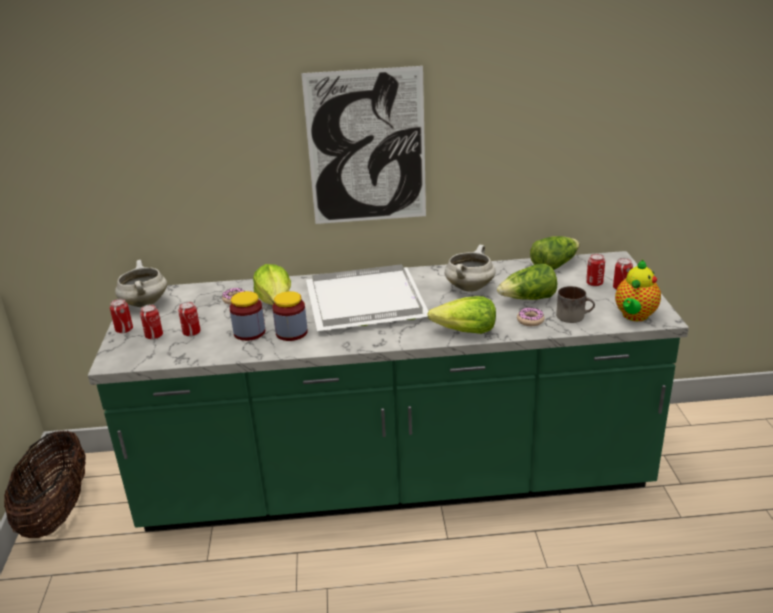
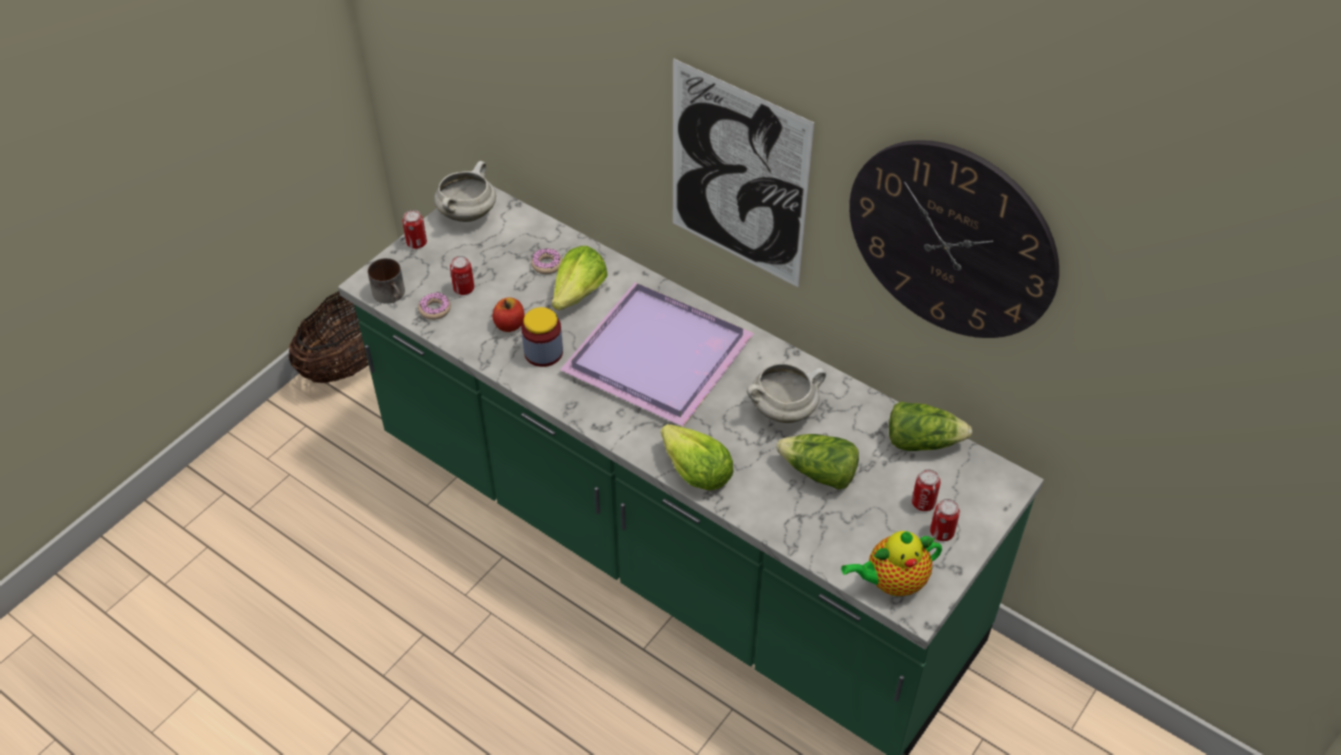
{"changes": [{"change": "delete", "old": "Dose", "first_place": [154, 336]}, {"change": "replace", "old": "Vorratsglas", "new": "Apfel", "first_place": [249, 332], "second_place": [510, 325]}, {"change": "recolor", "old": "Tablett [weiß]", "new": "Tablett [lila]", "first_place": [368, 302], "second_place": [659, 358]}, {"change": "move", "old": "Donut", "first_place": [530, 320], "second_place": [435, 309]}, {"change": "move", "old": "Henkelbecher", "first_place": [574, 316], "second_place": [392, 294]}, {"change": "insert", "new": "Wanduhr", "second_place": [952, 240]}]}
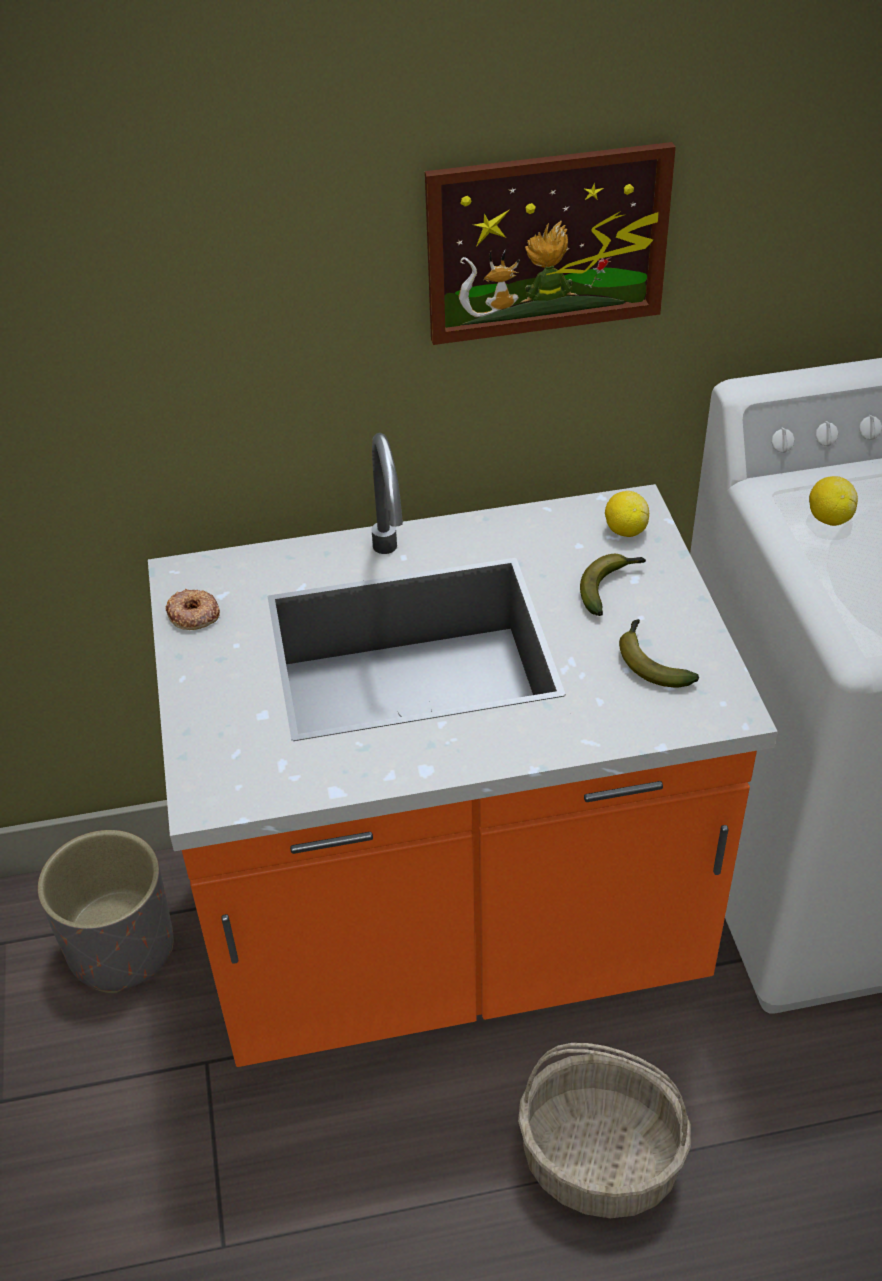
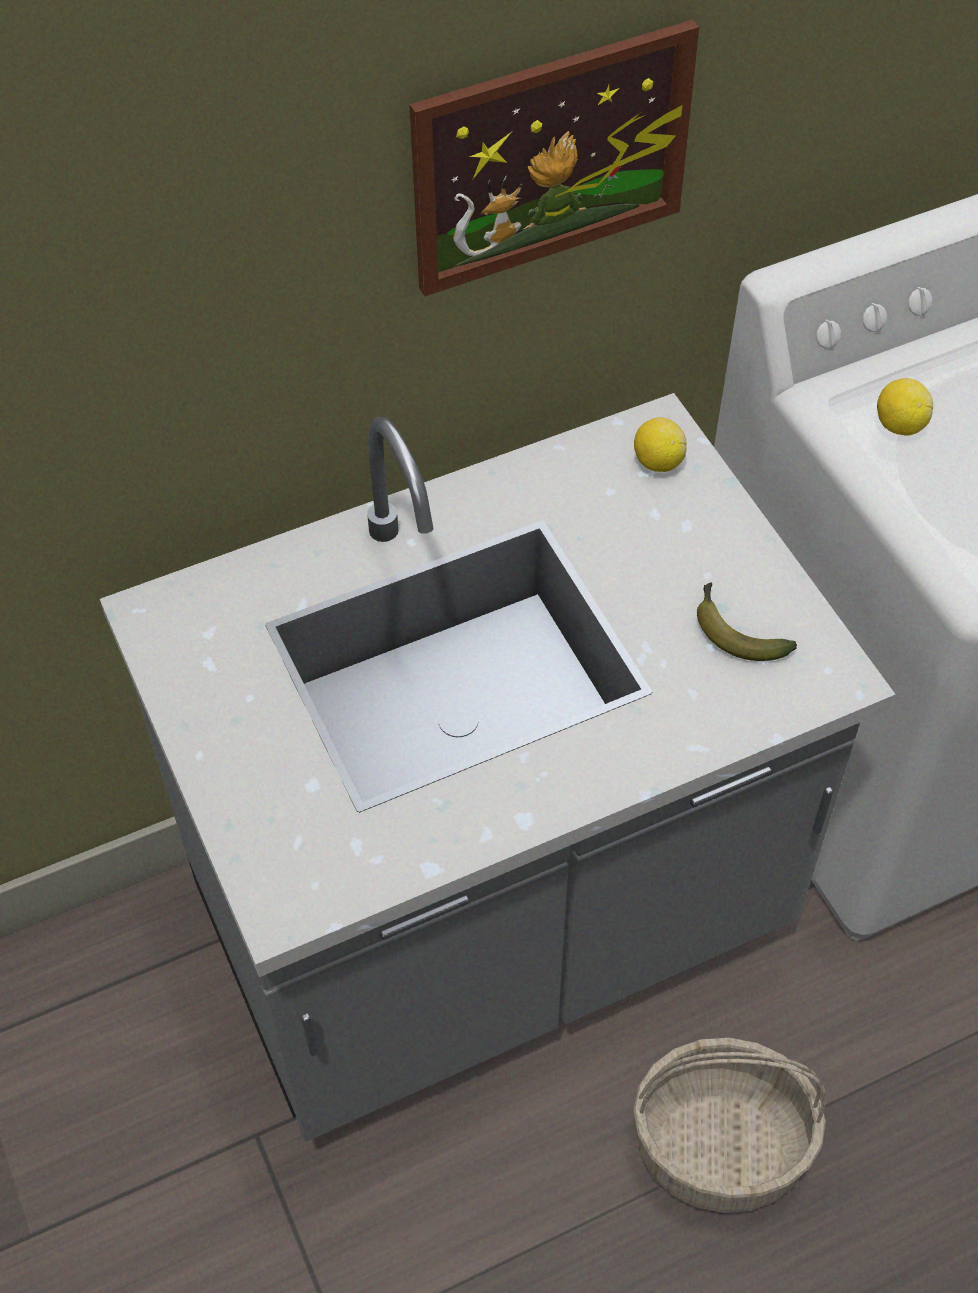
{"changes": [{"change": "delete", "old": "Pflanzkübel [grau]", "first_place": [121, 948]}, {"change": "recolor", "old": "Küchenzeile [orange]", "new": "Küchenzeile [grau]", "first_place": [452, 933], "second_place": [492, 921]}, {"change": "delete", "old": "Donut", "first_place": [193, 614]}, {"change": "delete", "old": "Banane", "first_place": [610, 587]}]}
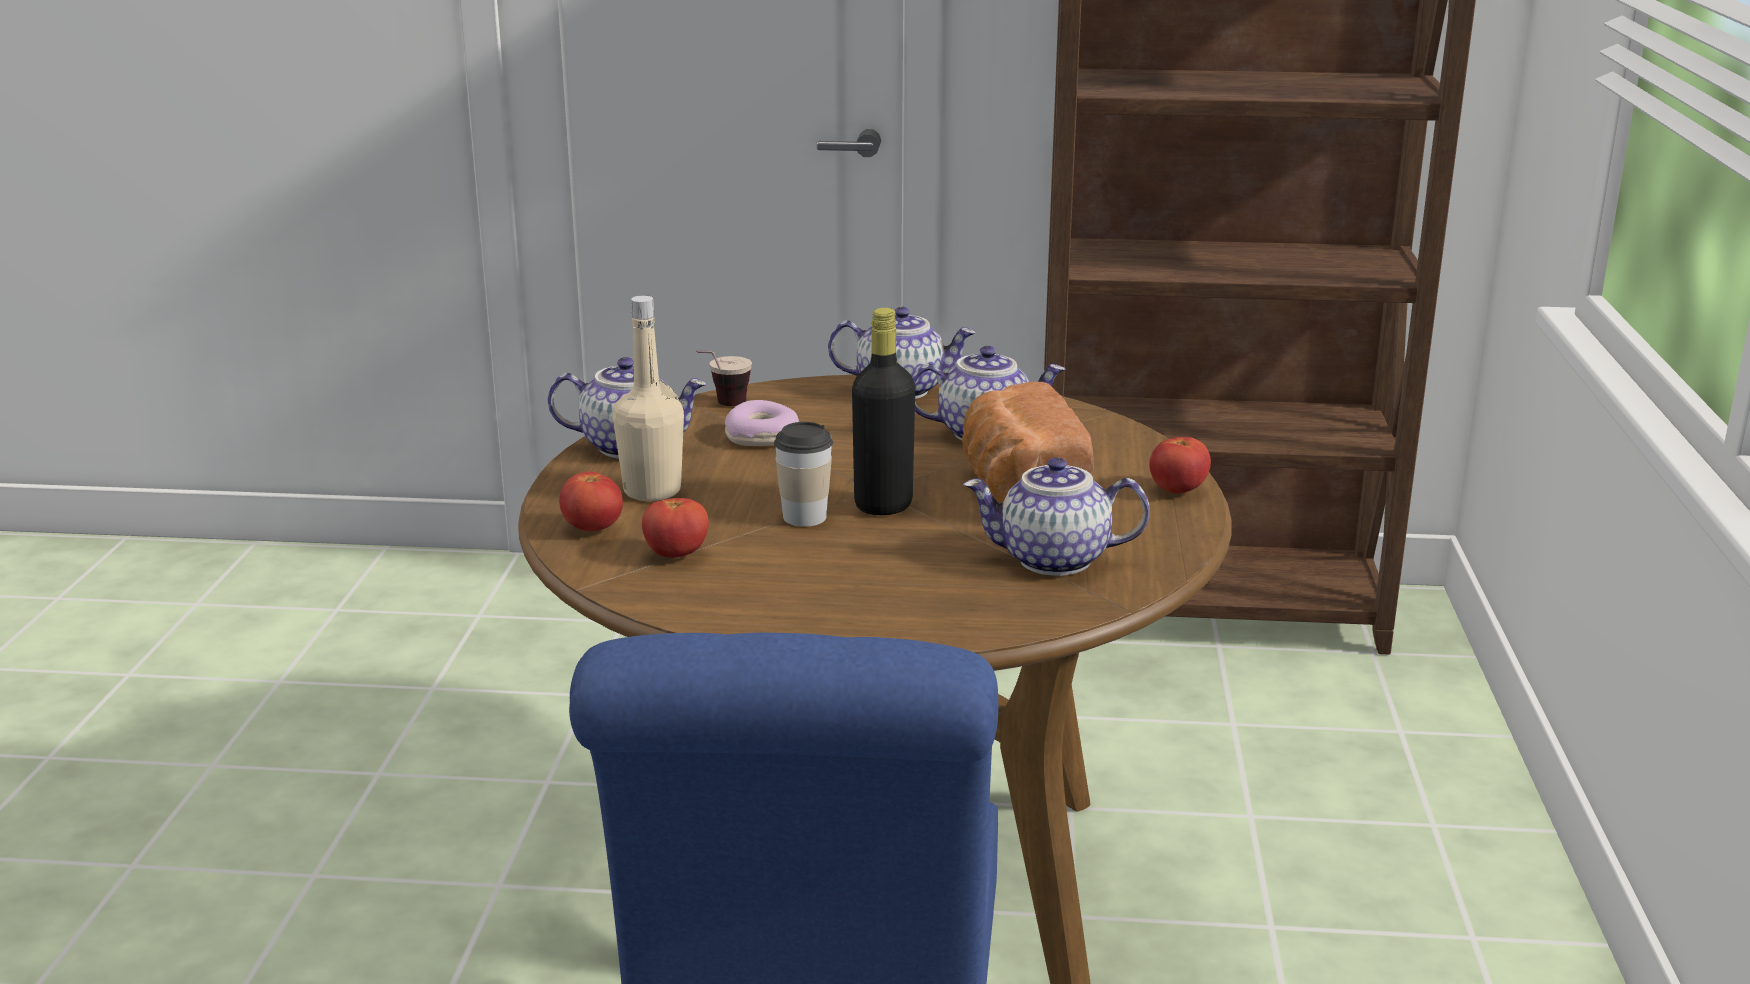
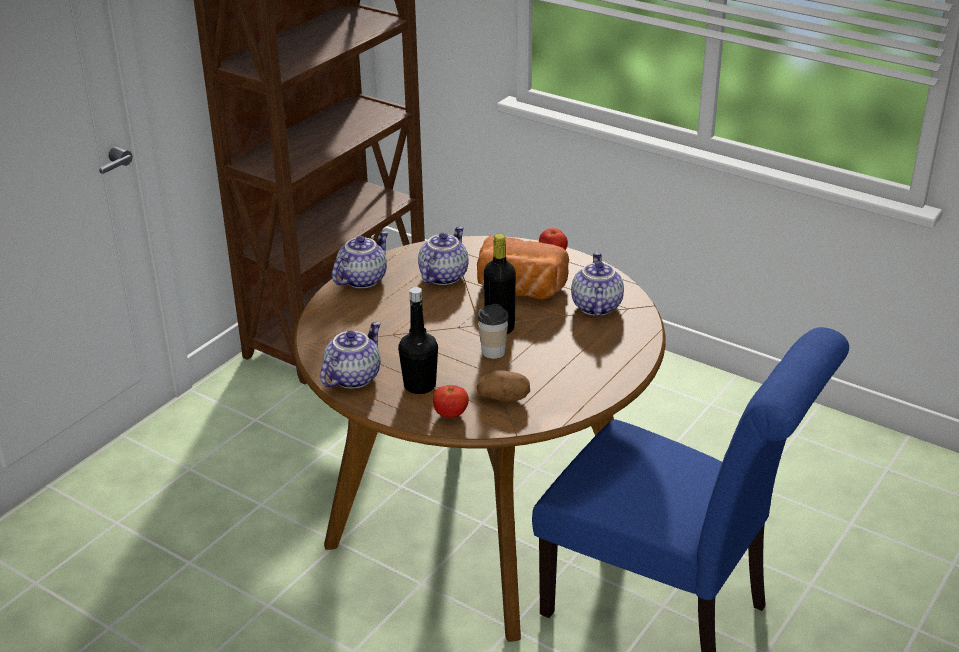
{"changes": [{"change": "recolor", "old": "Flasche [beige]", "new": "Flasche [schwarz]", "first_place": [652, 491], "second_place": [420, 385]}, {"change": "replace", "old": "Tomate", "new": "Kartoffel", "first_place": [677, 555], "second_place": [504, 398]}, {"change": "delete", "old": "Tasse", "first_place": [722, 407]}, {"change": "delete", "old": "Donut", "first_place": [762, 437]}, {"change": "rotate", "old": "Teekanne", "first_place": [1053, 561], "second_place": [595, 306], "degrees": 150}]}
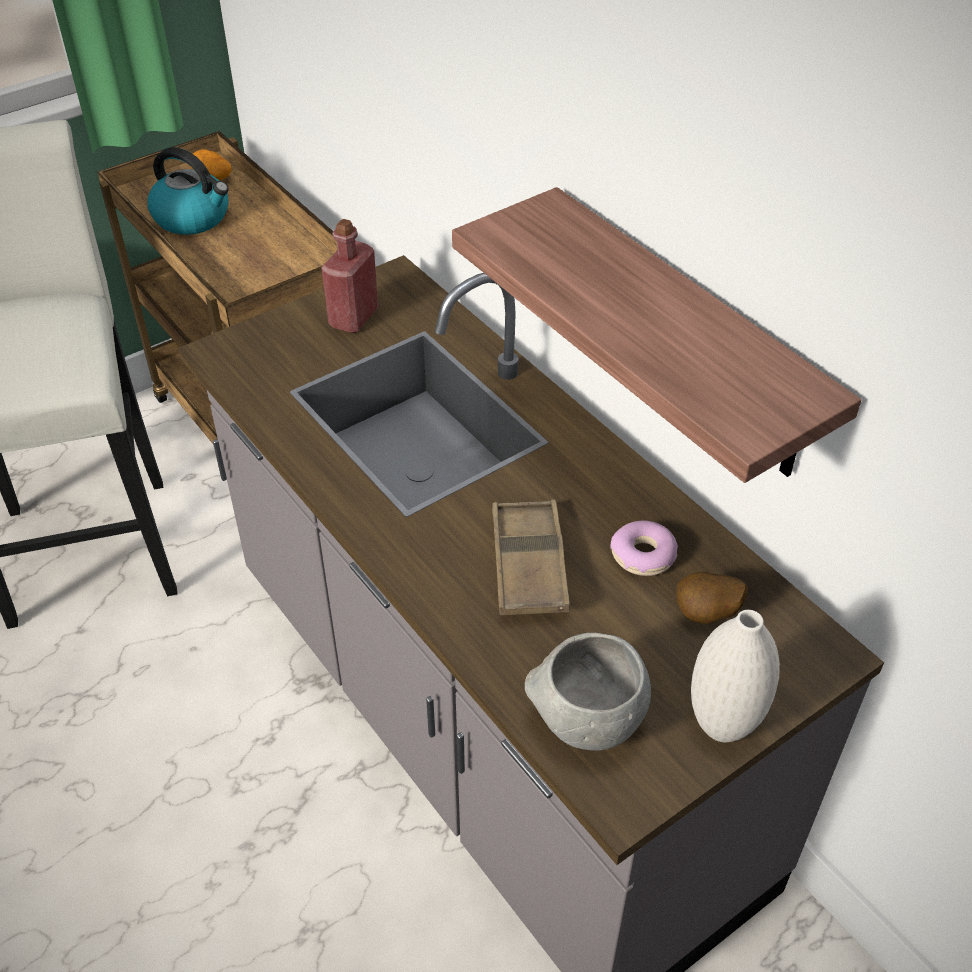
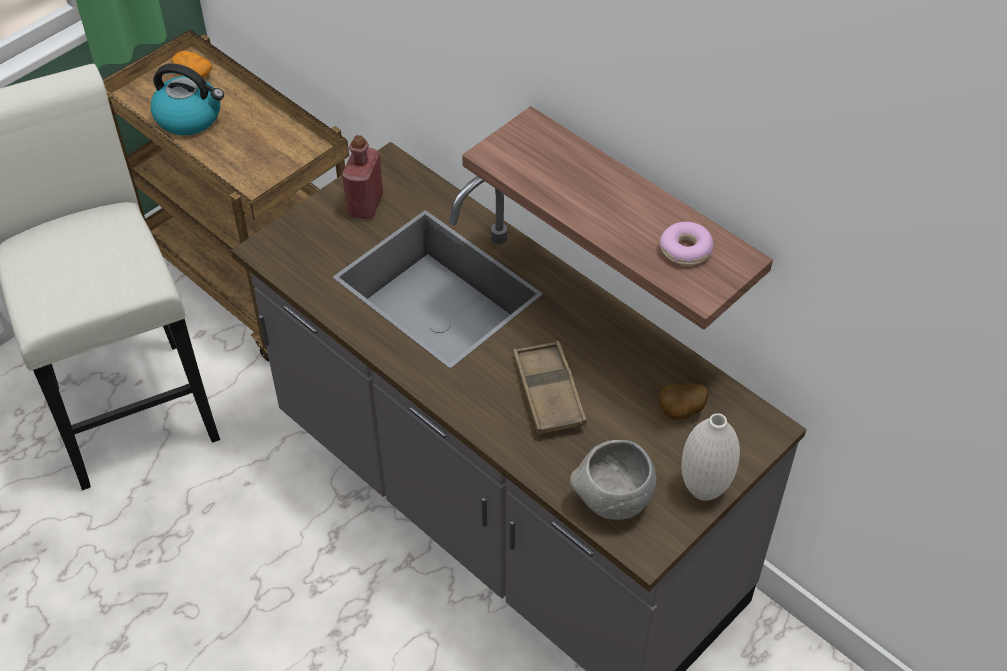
{"changes": [{"change": "move", "old": "Donut", "first_place": [643, 556], "second_place": [685, 250]}]}
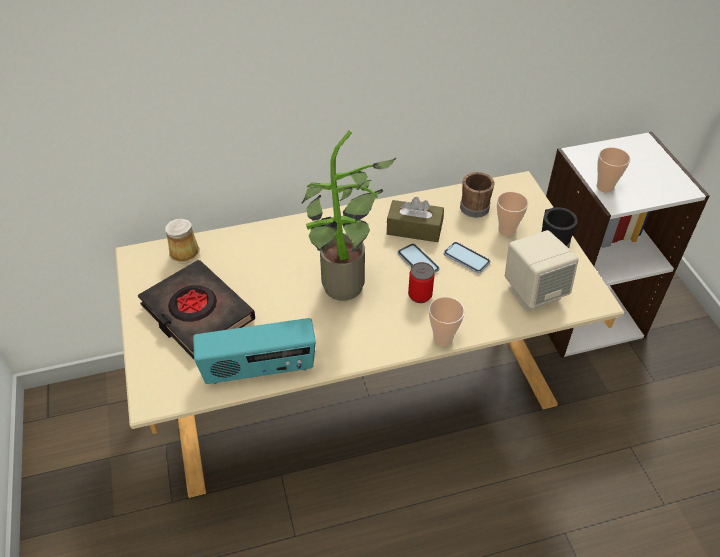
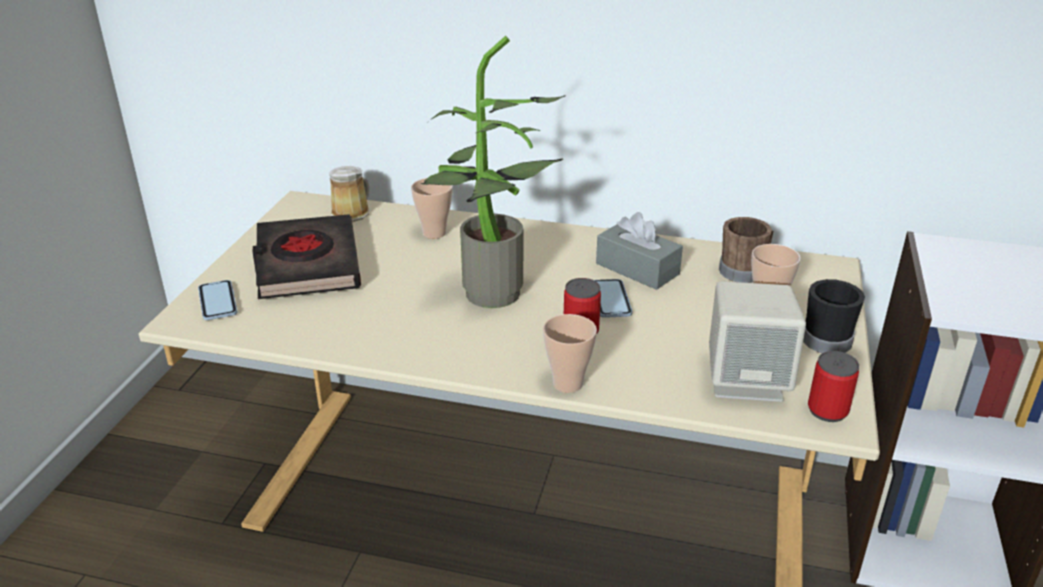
{"changes": [{"change": "delete", "old": "Radio", "first_place": [259, 370]}, {"change": "recolor", "old": "Taschentuchbox [braun]", "new": "Taschentuchbox [grau]", "first_place": [414, 229], "second_place": [637, 269]}, {"change": "move", "old": "Handy", "first_place": [466, 258], "second_place": [218, 302]}, {"change": "move", "old": "Tasse", "first_place": [605, 187], "second_place": [434, 233]}, {"change": "insert", "new": "Dose", "second_place": [827, 410]}]}
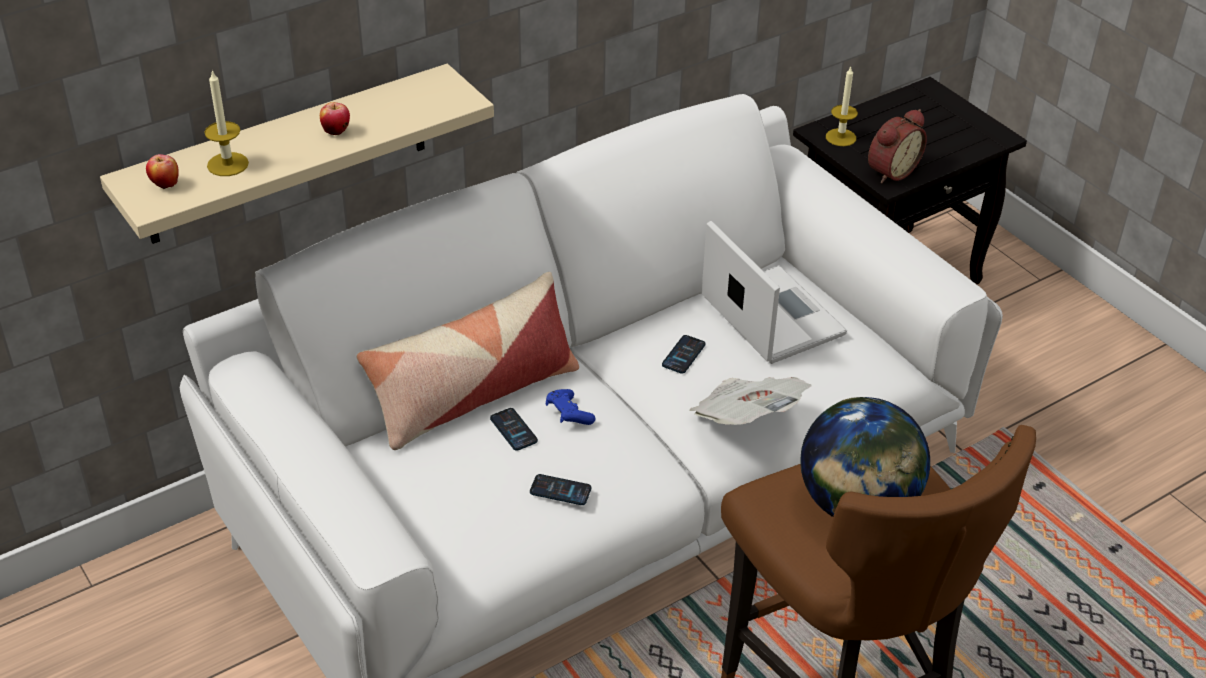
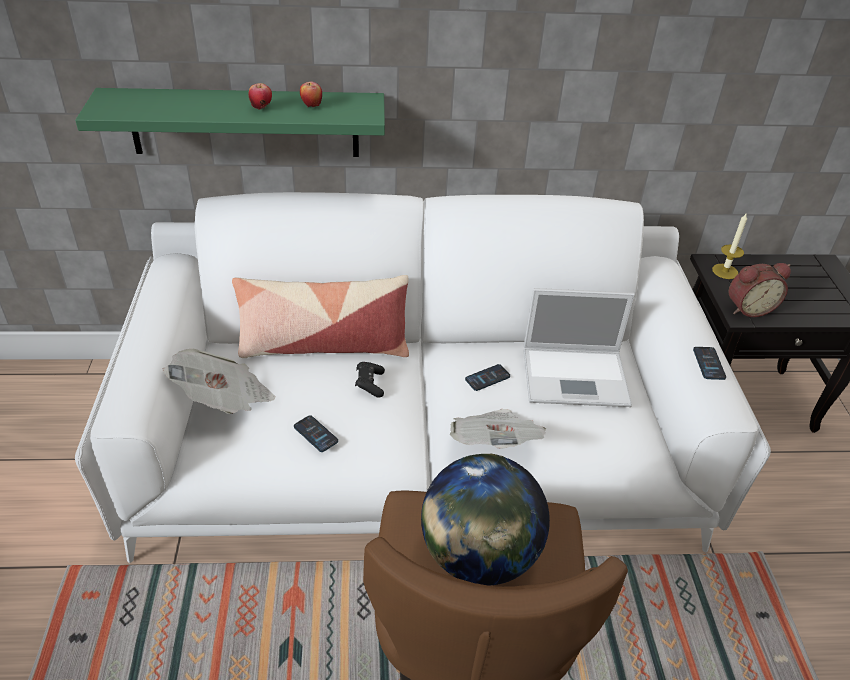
{"changes": [{"change": "recolor", "old": "Wandregal [beige]", "new": "Wandregal [grün]", "first_place": [287, 155], "second_place": [245, 123]}, {"change": "move", "old": "Apfel", "first_place": [165, 185], "second_place": [311, 106]}, {"change": "delete", "old": "Kerze", "first_place": [227, 164]}, {"change": "move", "old": "Handy", "first_place": [513, 430], "second_place": [708, 363]}, {"change": "recolor", "old": "Gamepad [blau]", "new": "Gamepad [schwarz]", "first_place": [568, 415], "second_place": [370, 384]}, {"change": "rotate", "old": "Laptop", "first_place": [770, 314], "second_place": [577, 376], "degrees": 90}, {"change": "insert", "new": "Zeitung", "second_place": [224, 400]}]}
